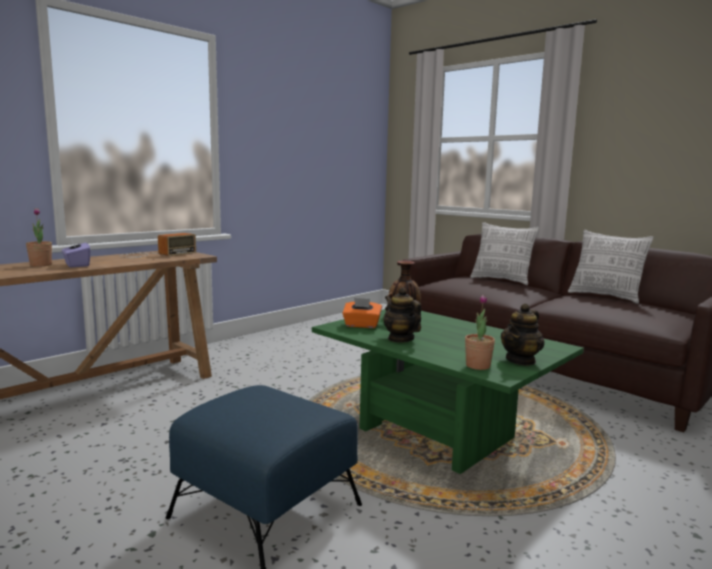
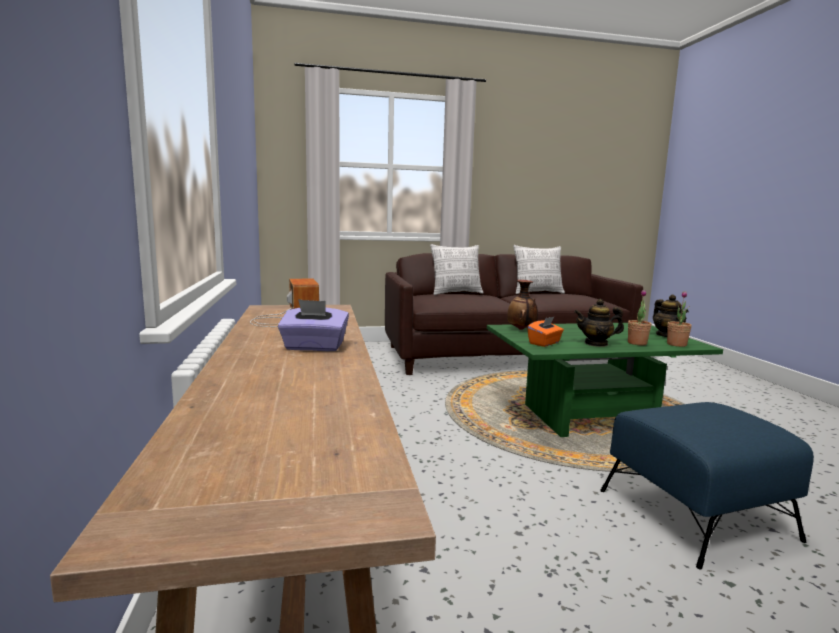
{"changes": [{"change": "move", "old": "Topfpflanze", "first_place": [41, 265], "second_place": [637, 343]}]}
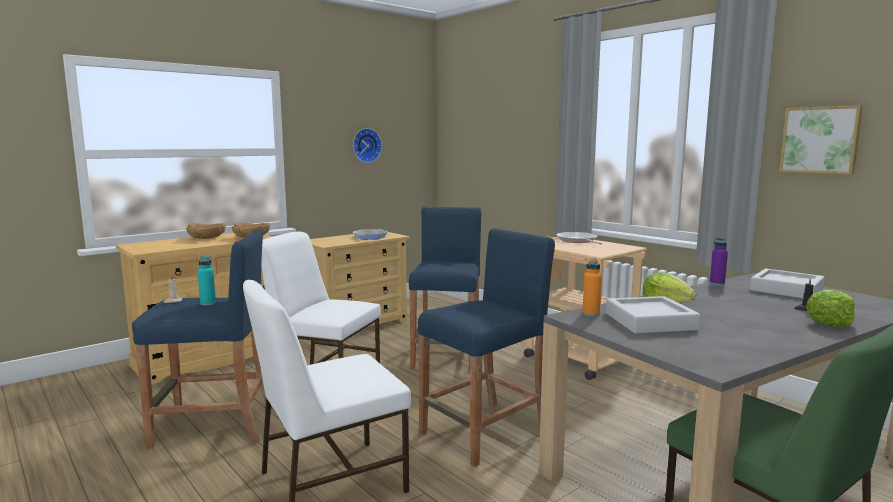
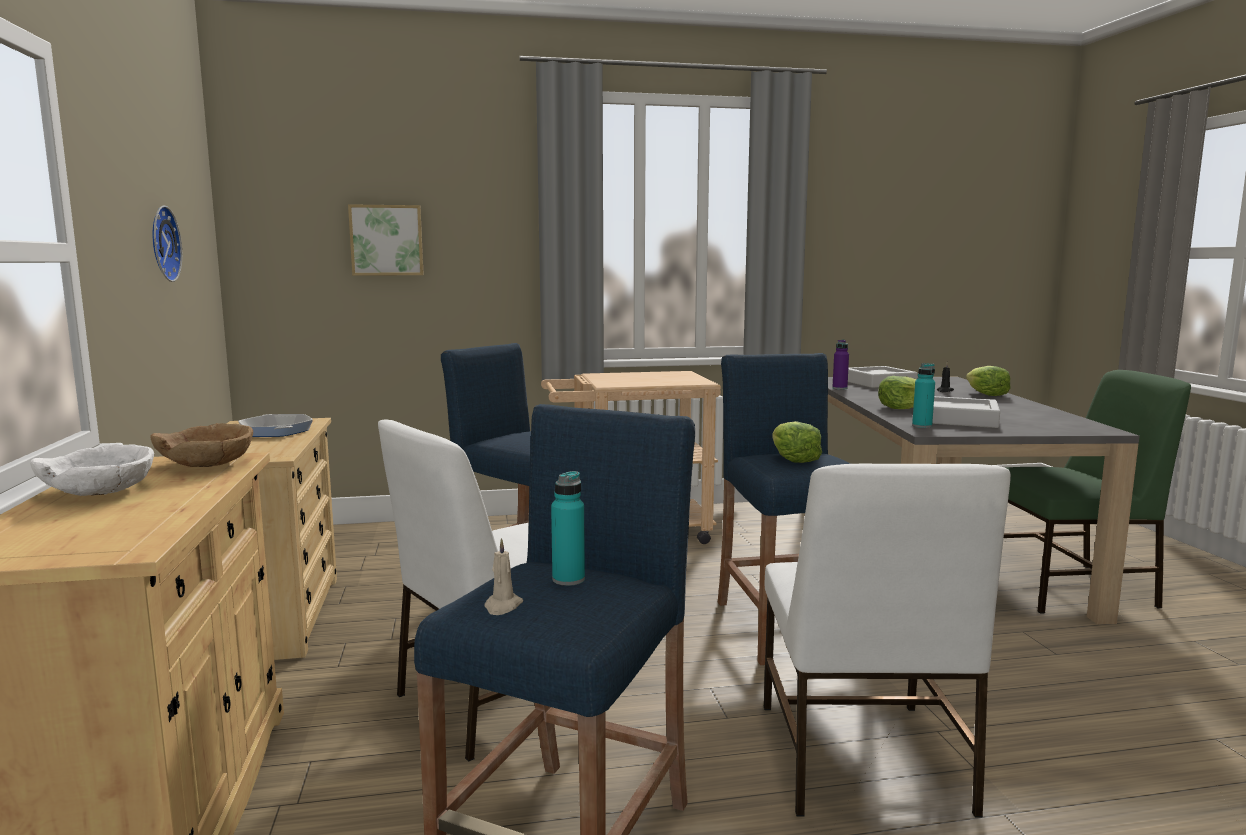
{"changes": [{"change": "recolor", "old": "Schüssel [braun]", "new": "Schüssel [weiß]", "first_place": [207, 238], "second_place": [99, 491]}, {"change": "delete", "old": "Pfanne", "first_place": [577, 241]}, {"change": "recolor", "old": "Flasche [orange]", "new": "Flasche [türkis]", "first_place": [590, 314], "second_place": [922, 426]}, {"change": "move", "old": "Bild", "first_place": [820, 140], "second_place": [386, 240]}, {"change": "insert", "new": "Salatkopf", "second_place": [793, 459]}]}
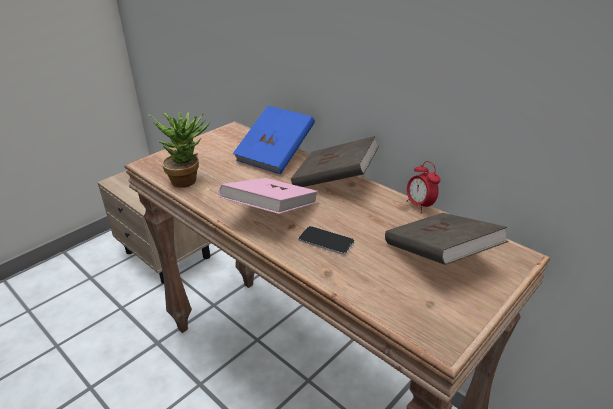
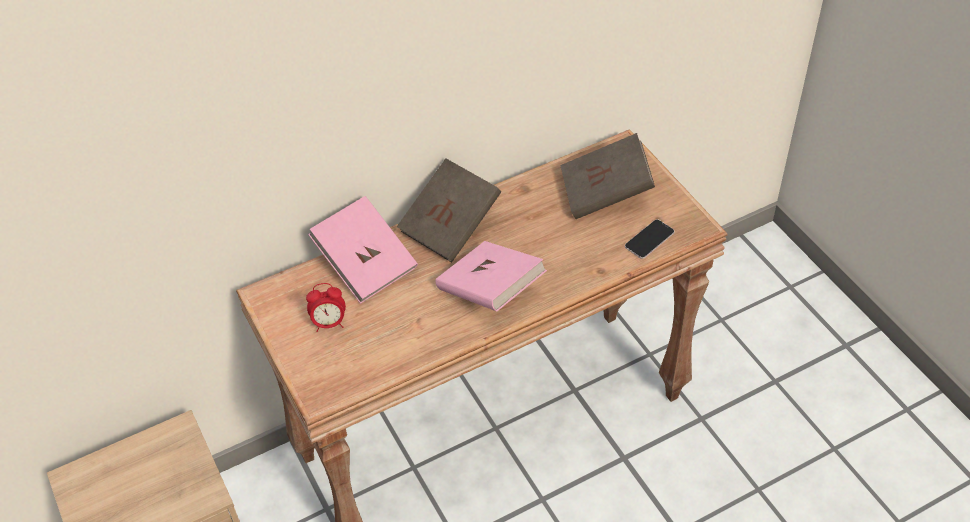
{"changes": [{"change": "delete", "old": "Topfpflanze", "first_place": [188, 179]}, {"change": "recolor", "old": "Buch [blau]", "new": "Buch [rosa]", "first_place": [275, 155], "second_place": [366, 264]}, {"change": "move", "old": "Handy", "first_place": [326, 241], "second_place": [649, 239]}, {"change": "move", "old": "Wecker", "first_place": [419, 205], "second_place": [329, 323]}]}
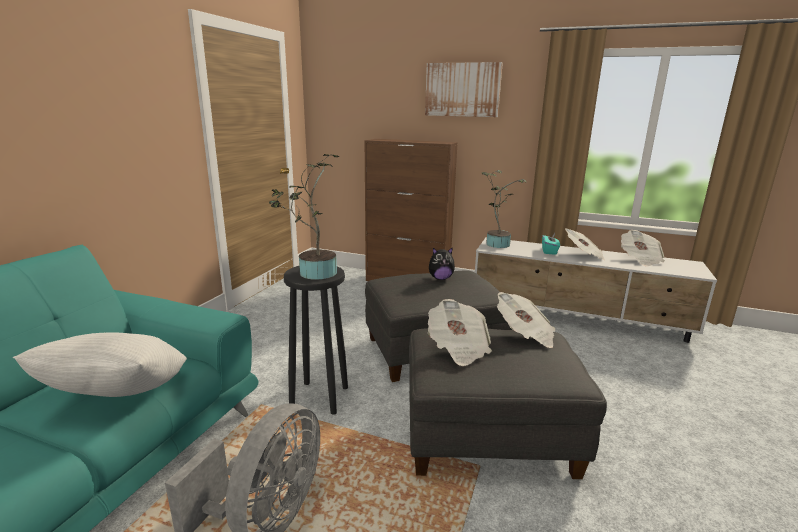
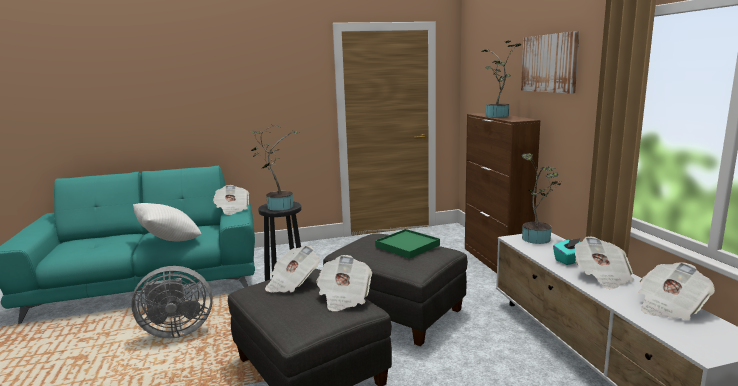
{"changes": [{"change": "replace", "old": "Plüschtier", "new": "Tablett [grün]", "first_place": [440, 278], "second_place": [407, 246]}, {"change": "insert", "new": "Zeitung", "second_place": [232, 209]}, {"change": "insert", "new": "Topfpflanze", "second_place": [497, 116]}]}
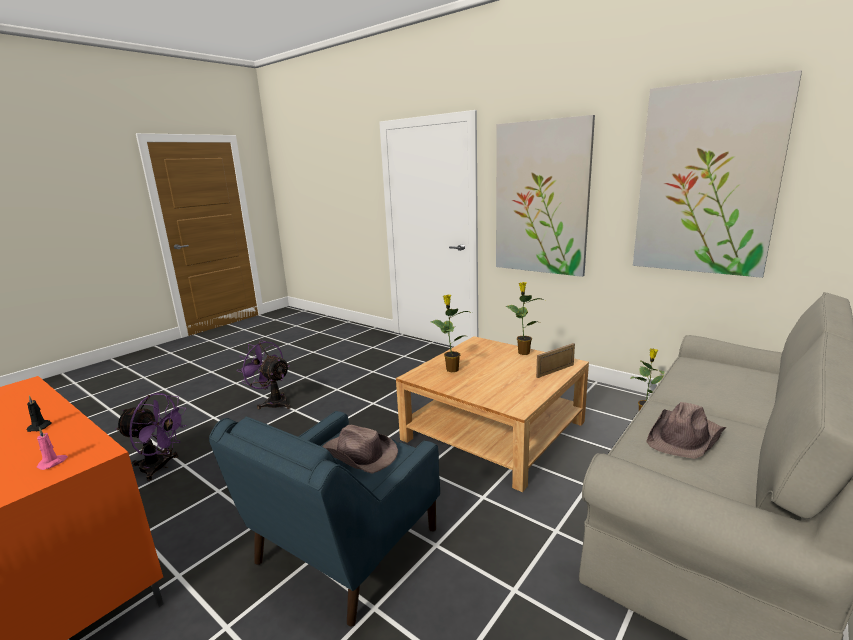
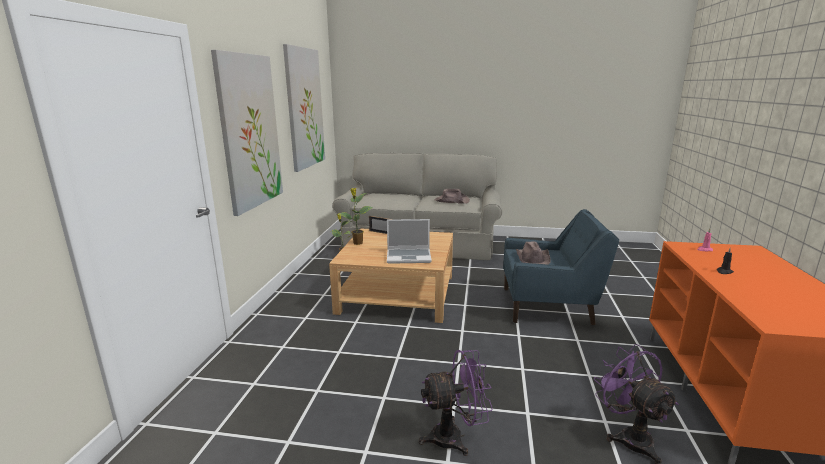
{"changes": [{"change": "rotate", "old": "Ventilator [lila]", "first_place": [272, 402], "second_place": [455, 437], "degrees": -105}, {"change": "replace", "old": "Topfpflanze", "new": "Laptop", "first_place": [451, 369], "second_place": [409, 257]}]}
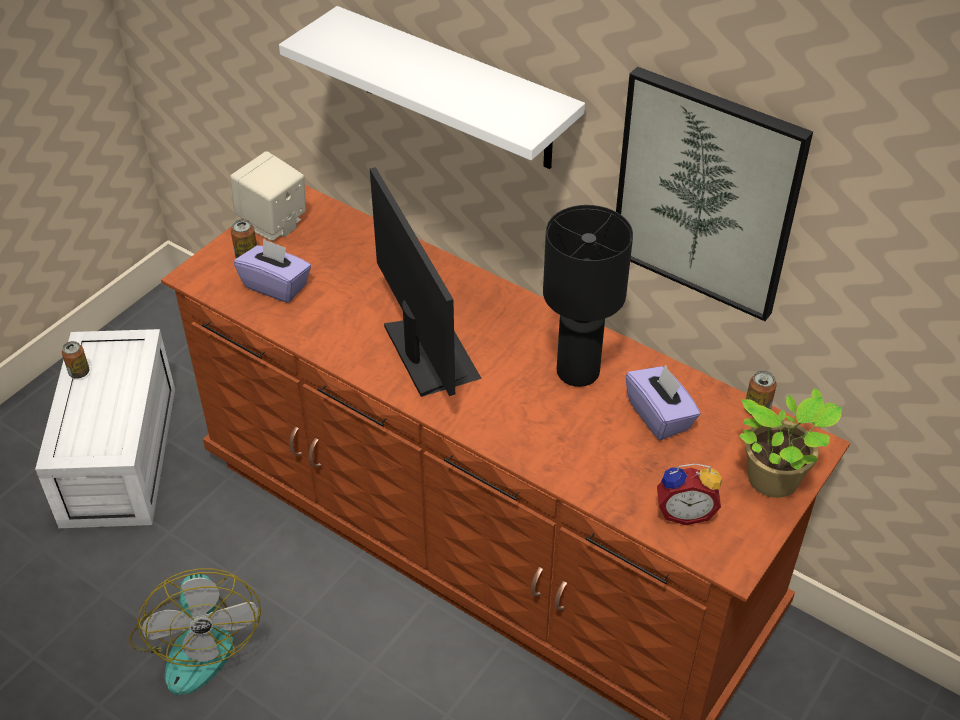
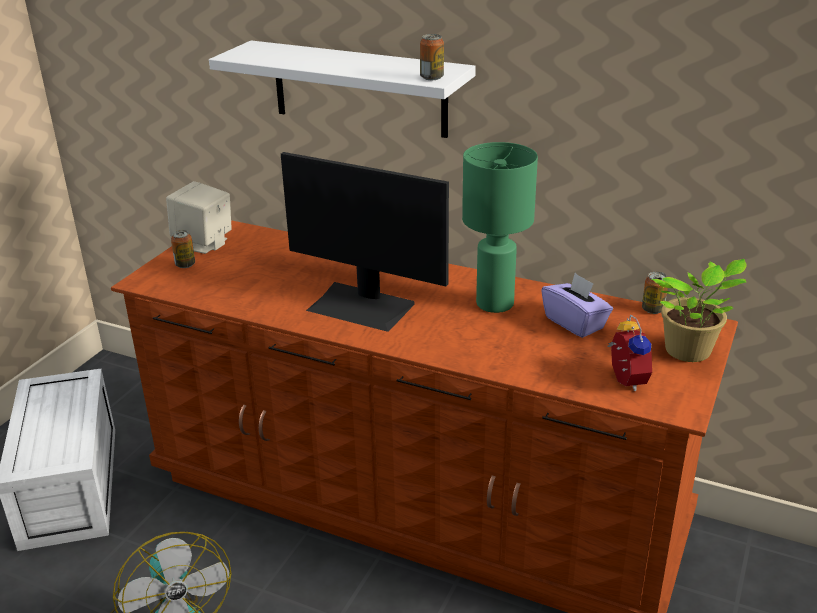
{"changes": [{"change": "move", "old": "Dose", "first_place": [79, 372], "second_place": [432, 77]}, {"change": "delete", "old": "Taschentuchbox [lila]", "first_place": [276, 286]}, {"change": "rotate", "old": "Monitor", "first_place": [428, 352], "second_place": [362, 306], "degrees": 150}, {"change": "recolor", "old": "Tischlampe [schwarz]", "new": "Tischlampe [grün]", "first_place": [576, 372], "second_place": [494, 304]}, {"change": "delete", "old": "Bild", "first_place": [707, 194]}, {"change": "rotate", "old": "Wecker", "first_place": [684, 511], "second_place": [624, 381], "degrees": -90}]}
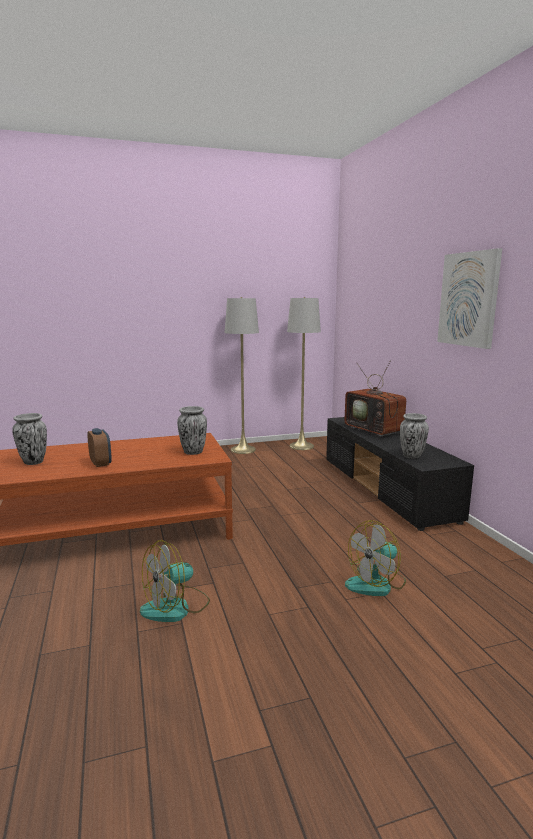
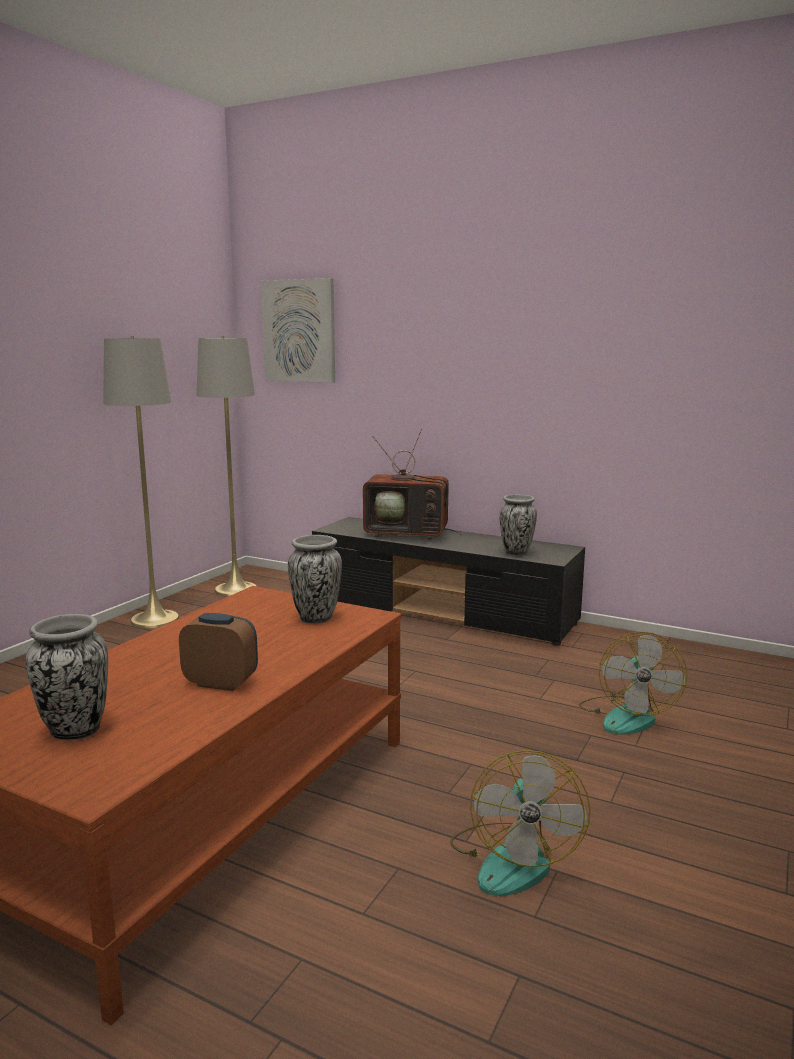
{"changes": [{"change": "move", "old": "Bild", "first_place": [469, 299], "second_place": [299, 331]}]}
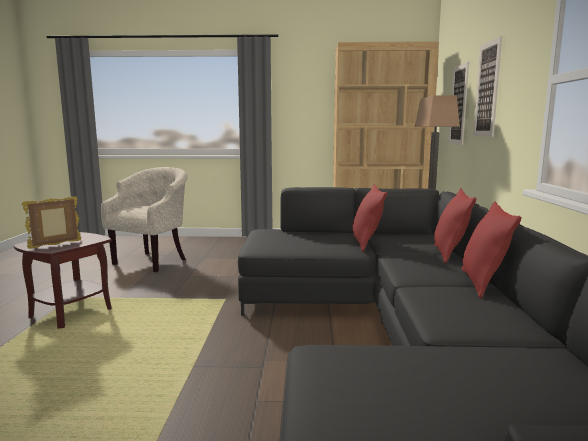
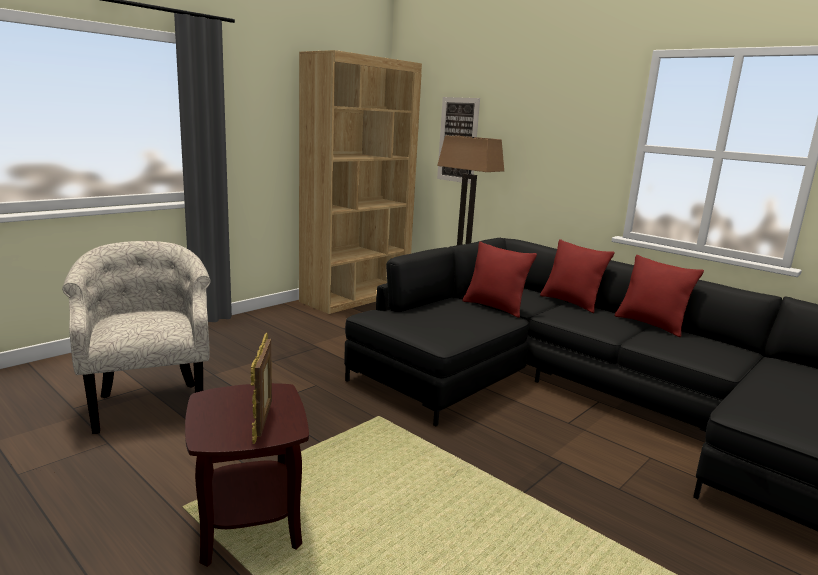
{"changes": [{"change": "delete", "old": "Bild", "first_place": [487, 89]}]}
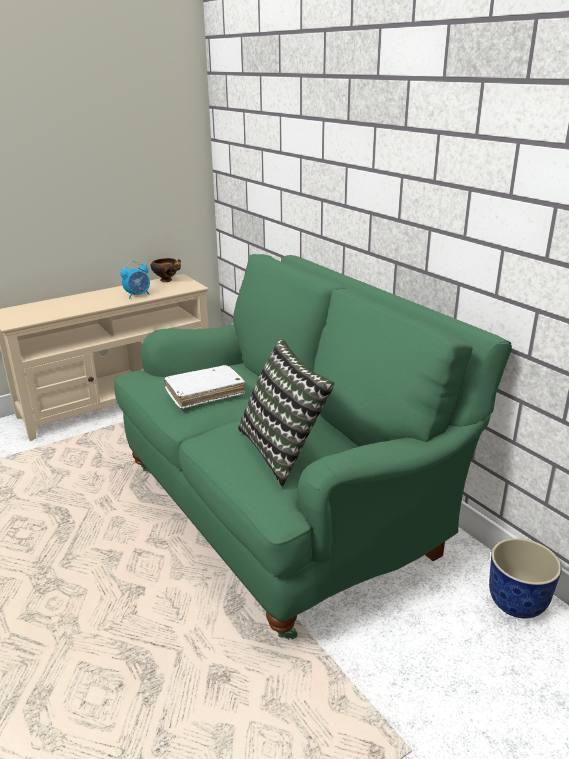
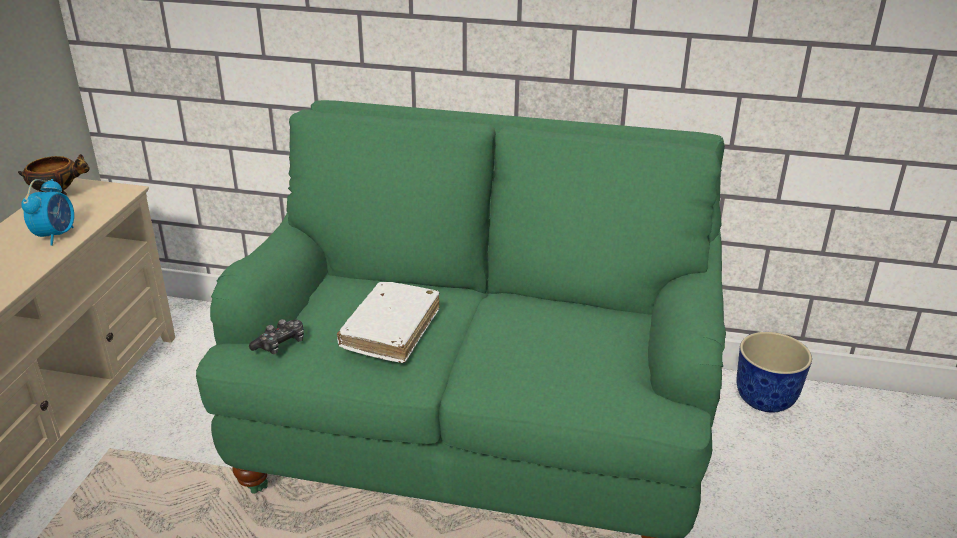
{"changes": [{"change": "delete", "old": "Kissen", "first_place": [283, 450]}, {"change": "insert", "new": "Gamepad", "second_place": [280, 344]}]}
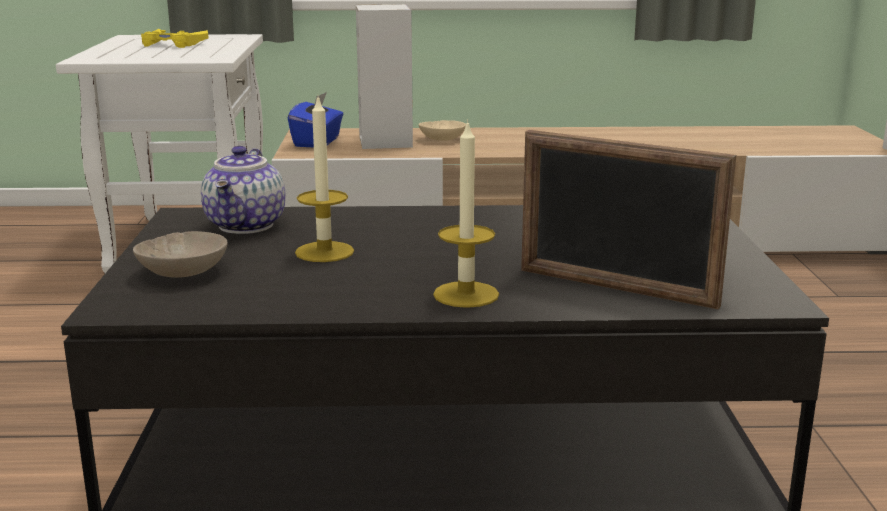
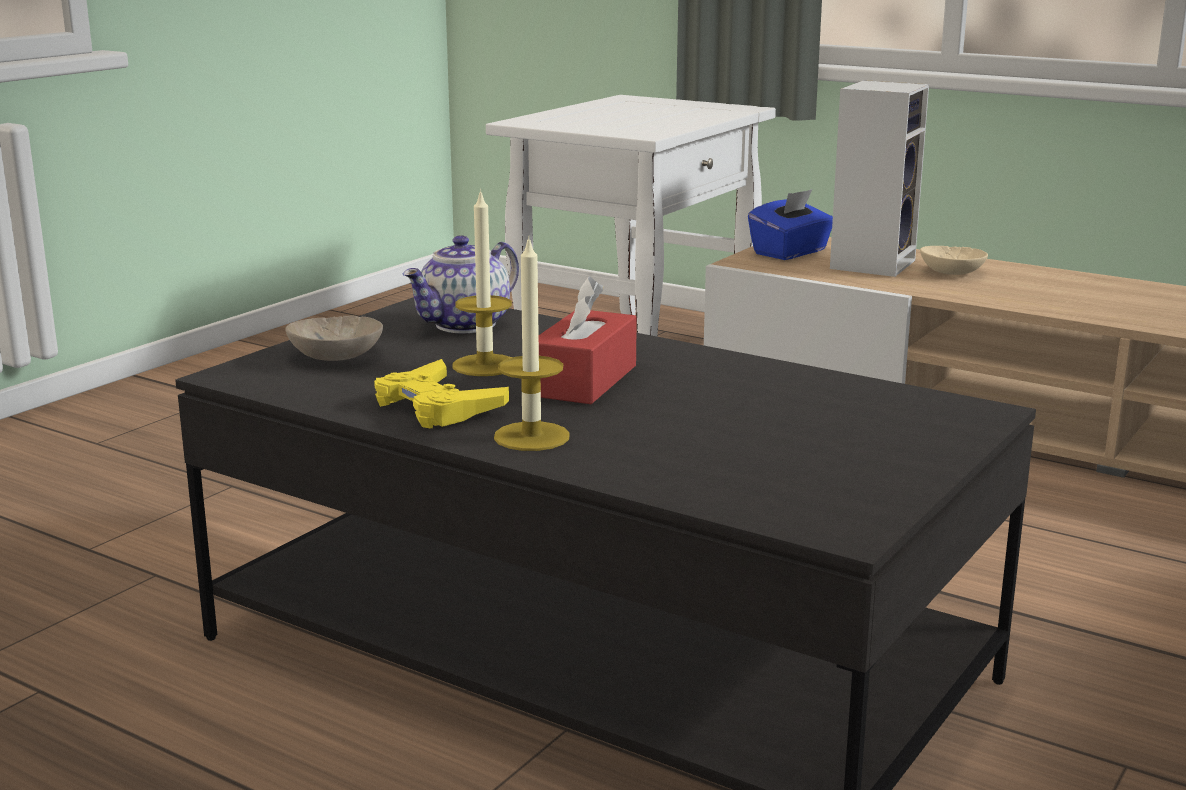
{"changes": [{"change": "move", "old": "Gamepad [gelb]", "first_place": [173, 44], "second_place": [437, 406]}, {"change": "delete", "old": "Bilderrahmen", "first_place": [615, 288]}, {"change": "insert", "new": "Taschentuchbox [rot]", "second_place": [583, 381]}]}
